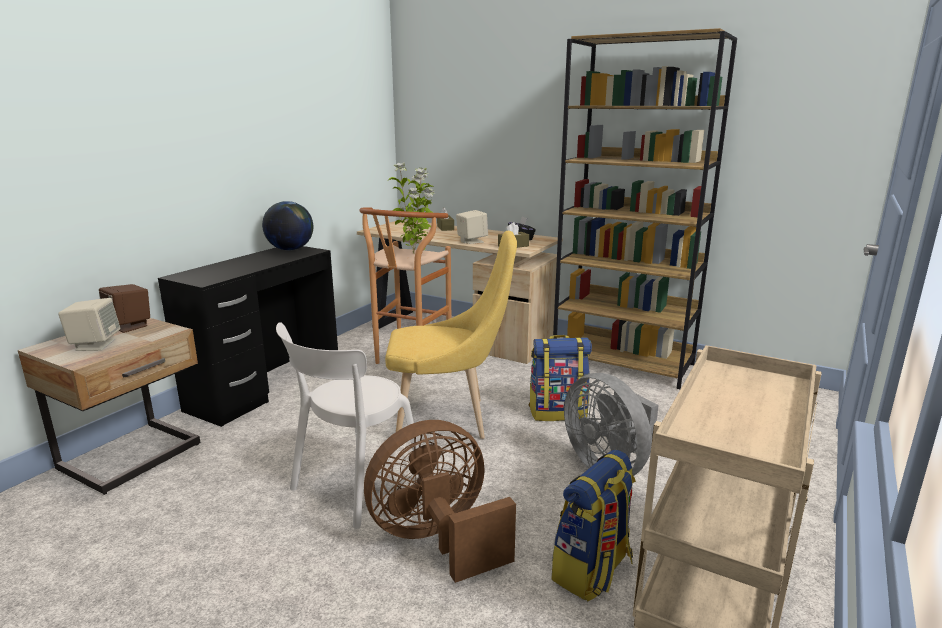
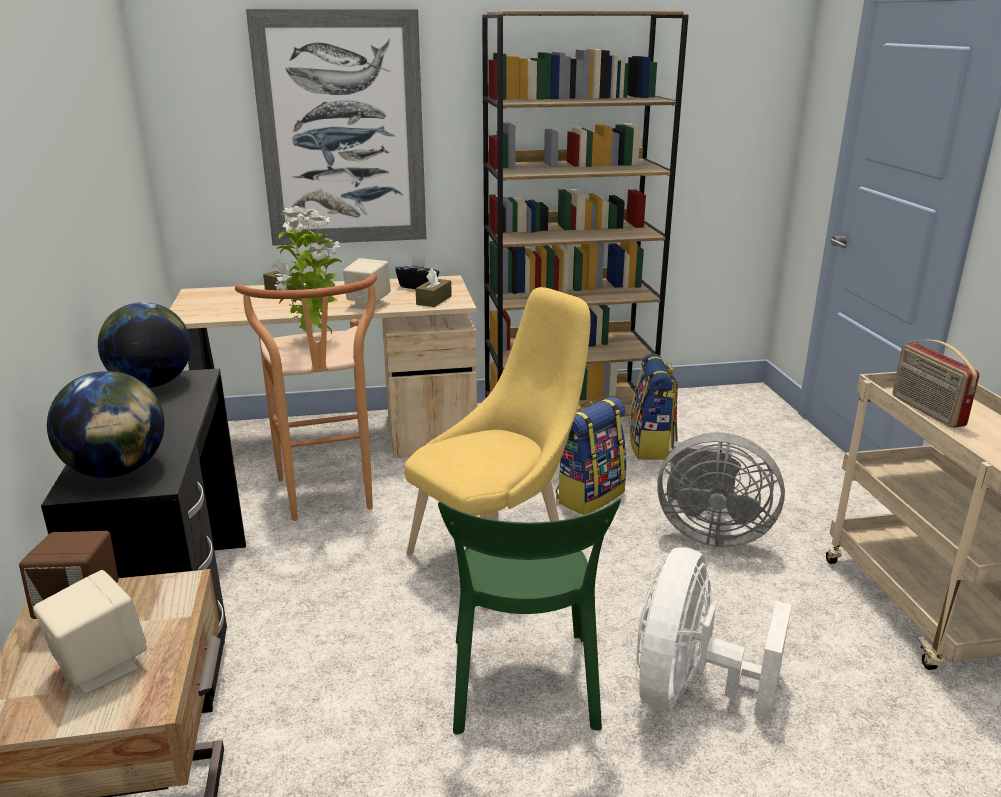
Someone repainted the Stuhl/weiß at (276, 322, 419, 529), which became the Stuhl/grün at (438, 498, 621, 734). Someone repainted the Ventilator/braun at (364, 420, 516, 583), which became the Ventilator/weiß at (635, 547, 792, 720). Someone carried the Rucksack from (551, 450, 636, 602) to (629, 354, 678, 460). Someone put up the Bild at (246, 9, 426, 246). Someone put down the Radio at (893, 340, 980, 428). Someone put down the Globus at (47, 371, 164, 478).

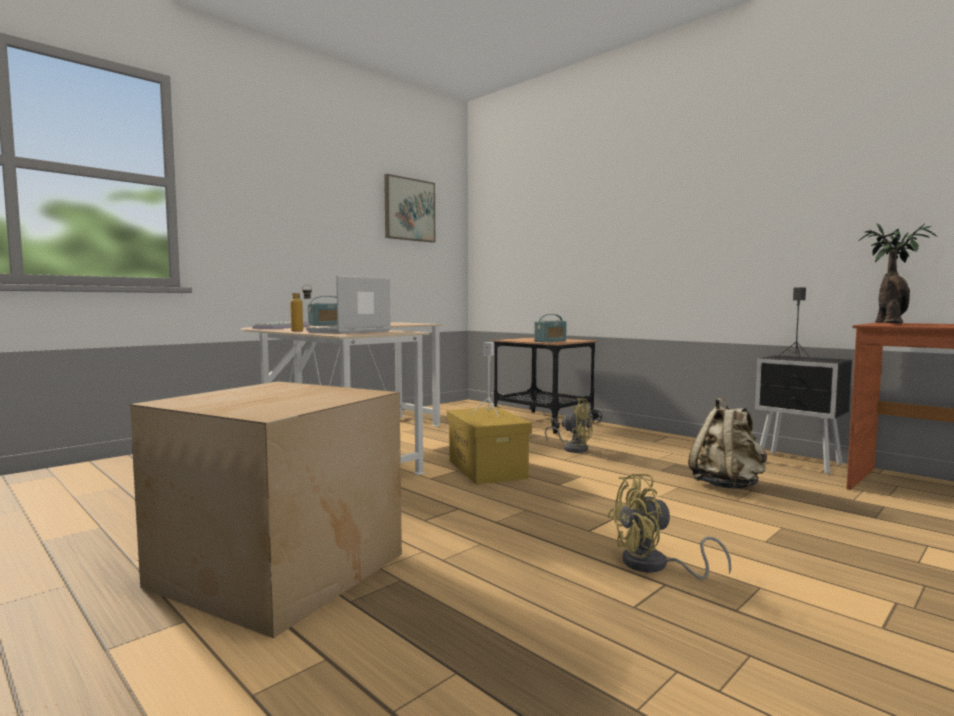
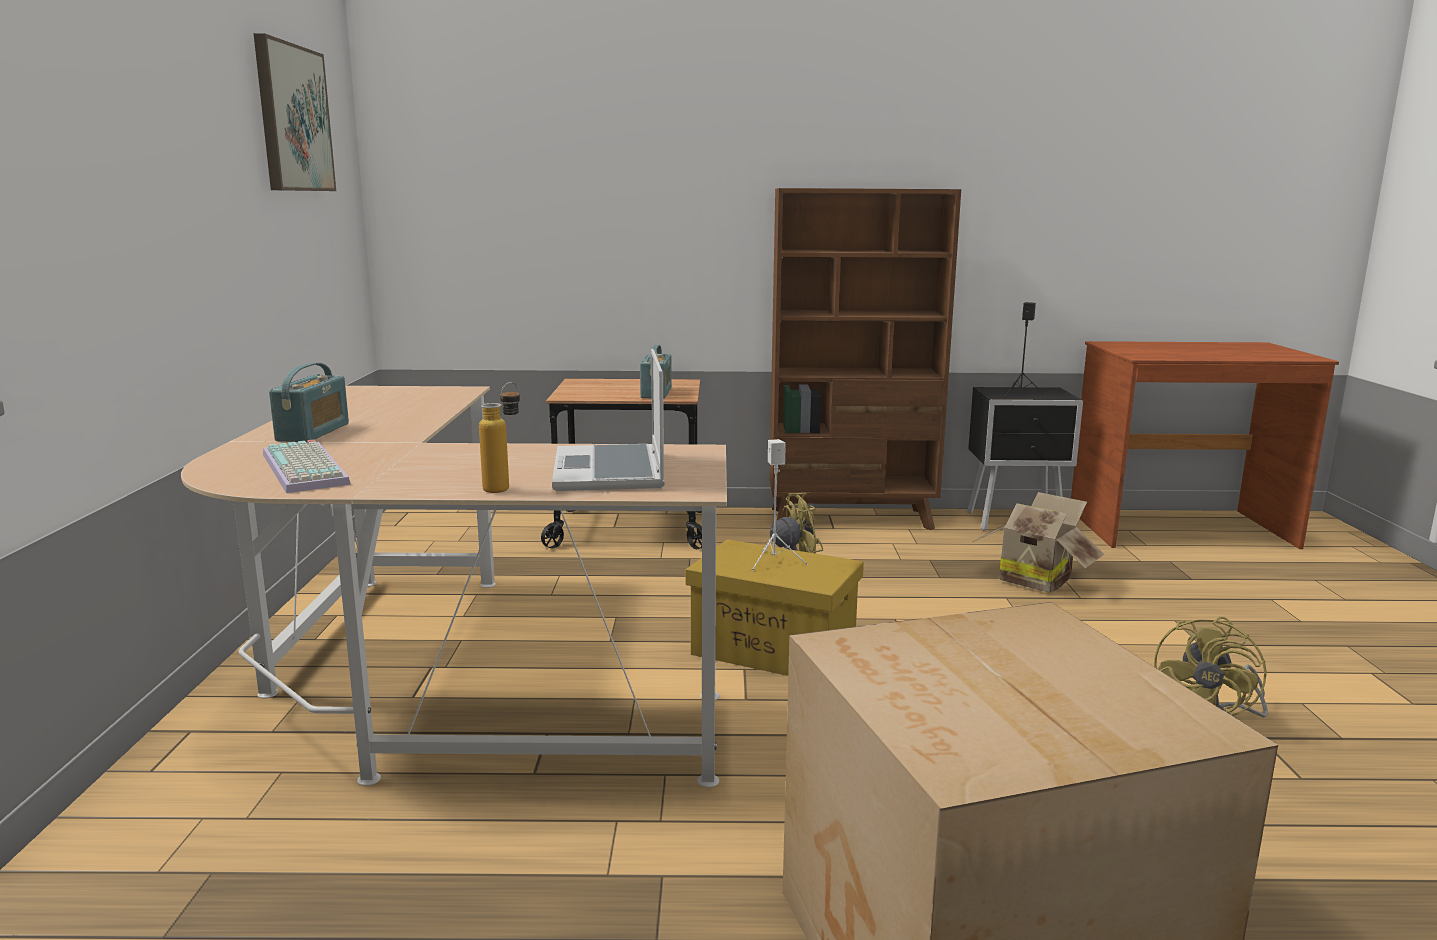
Someone took away the Topfpflanze at (859, 223, 938, 323). Someone swapped the Rucksack/beige at (688, 398, 767, 489) for the Karton at (973, 492, 1104, 593). Someone put down the Bücherregal/braun at (769, 188, 961, 530).

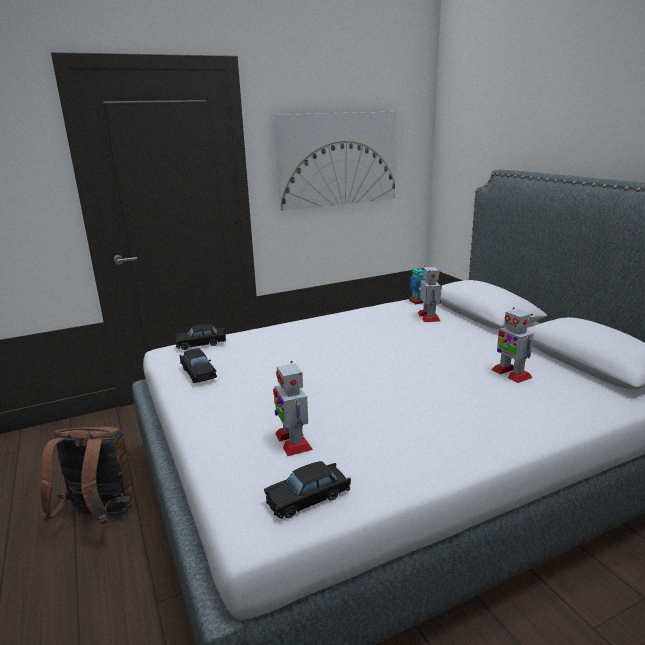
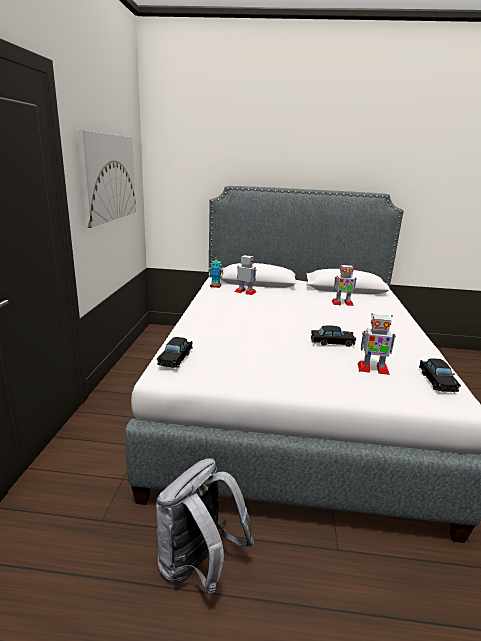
Someone carried the Spielzeugauto/schwarz from (180, 348, 217, 383) to (311, 325, 356, 347). Someone repainted the Rucksack/braun at (41, 426, 134, 524), which became the Rucksack/grau at (156, 458, 254, 594).

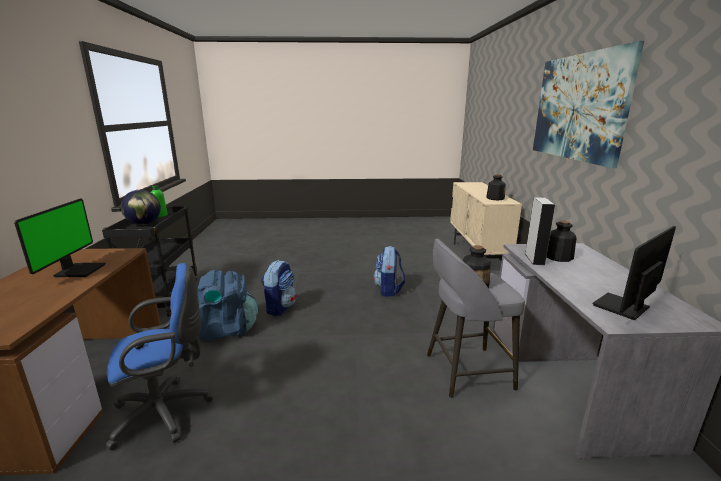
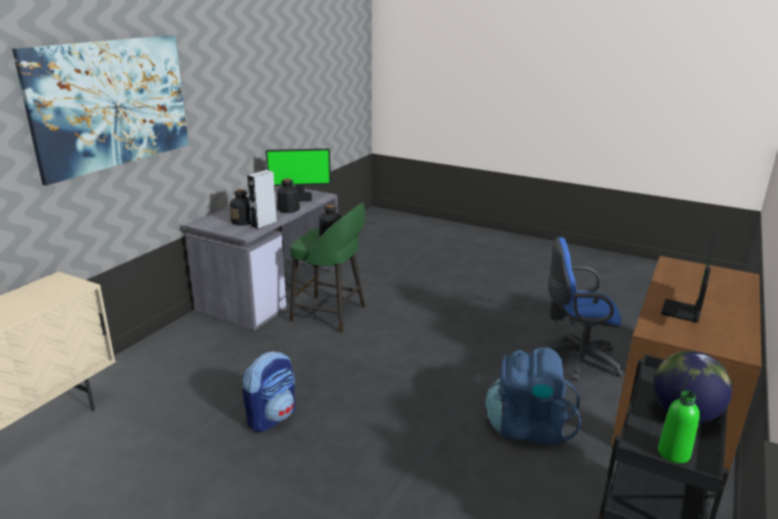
Someone carried the Flasche from (486, 175, 506, 200) to (277, 178, 300, 213). Someone repainted the Hocker/grau at (427, 239, 525, 398), which became the Hocker/grün at (289, 203, 365, 332). Someone took away the Rucksack at (261, 260, 297, 316).

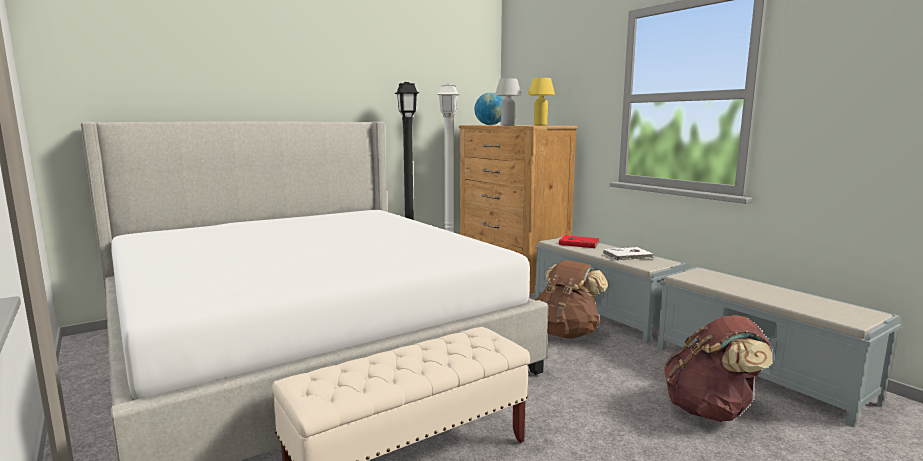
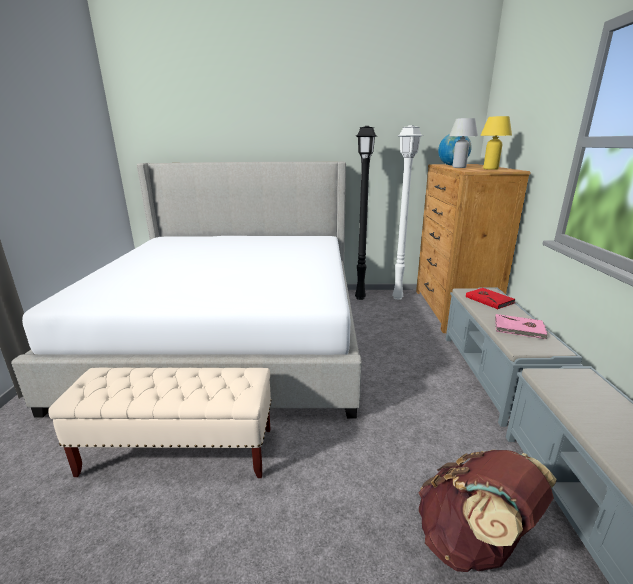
Someone repainted the Buch/weiß at (603, 247, 655, 261), which became the Buch/rosa at (495, 314, 549, 339). Someone took away the Rucksack/braun at (535, 260, 608, 339).

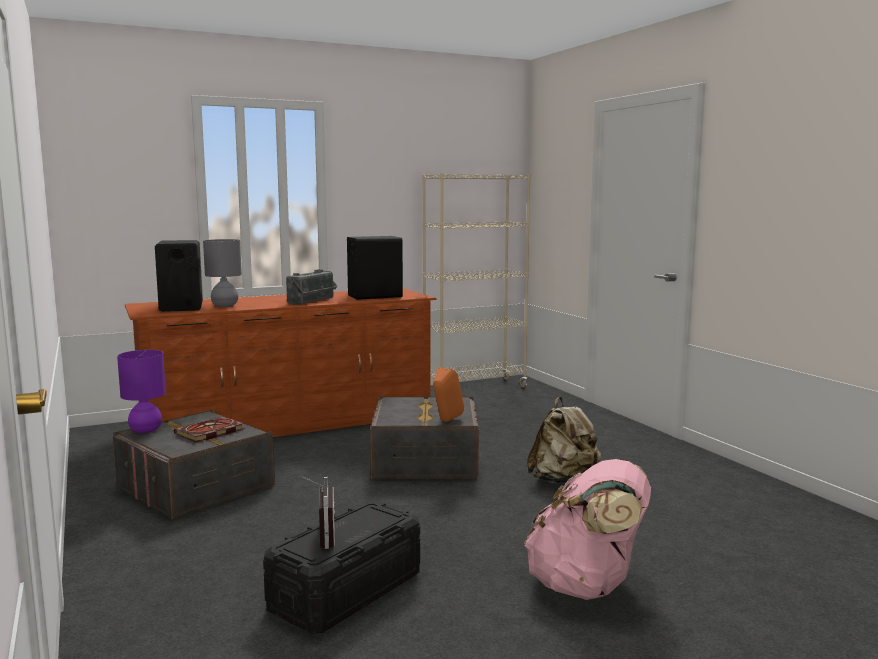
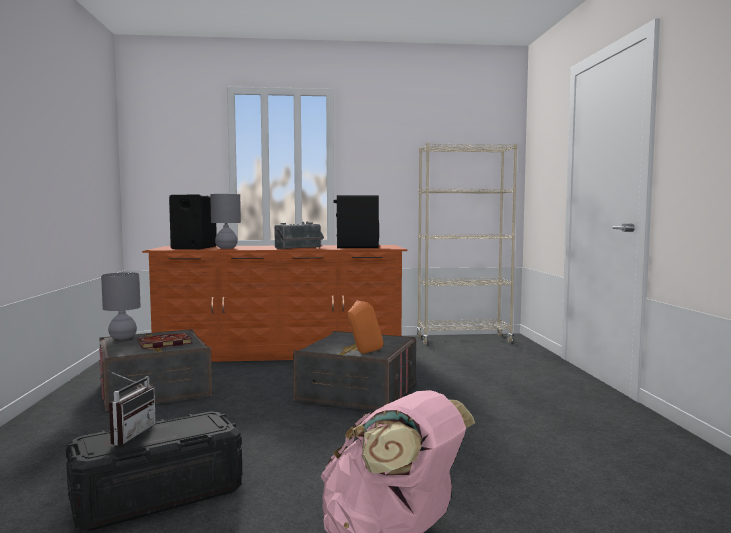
Someone repainted the Tischlampe/lila at (117, 350, 166, 433), which became the Tischlampe/grau at (101, 272, 141, 340). Someone took away the Rucksack/beige at (527, 397, 601, 484).

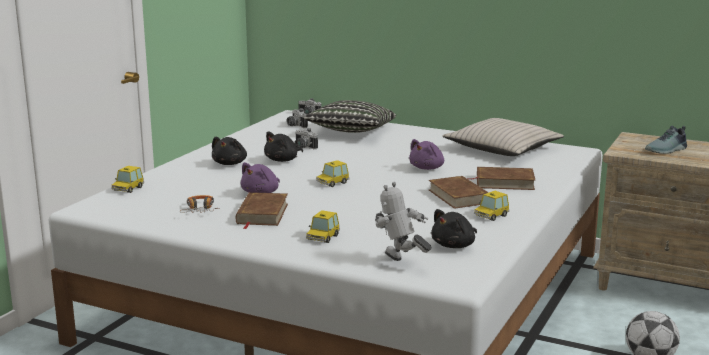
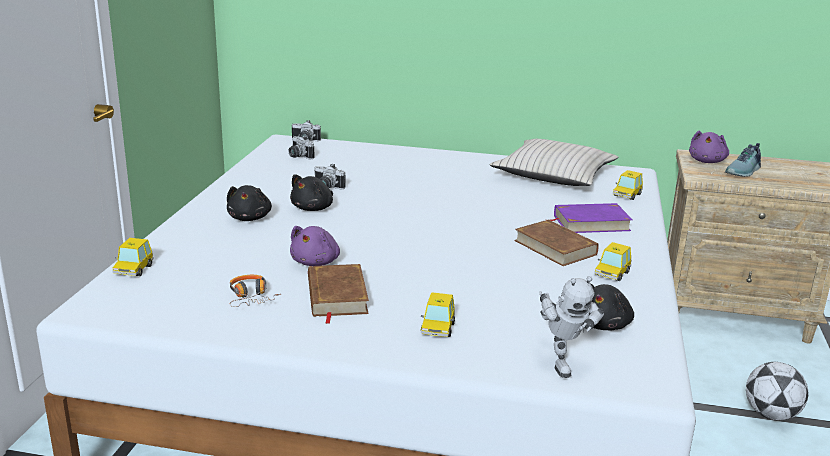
Someone took away the Kissen at (304, 100, 396, 133). Someone carried the Plüschtier/lila from (409, 139, 444, 170) to (689, 131, 729, 163). Someone carried the Spielzeugauto from (316, 160, 349, 187) to (613, 170, 643, 200). Someone repainted the Buch/braun at (467, 167, 535, 190), which became the Buch/lila at (551, 203, 632, 233). Someone rotated the Spielzeugroboter at (375, 182, 432, 261) by 135 degrees counterclockwise.

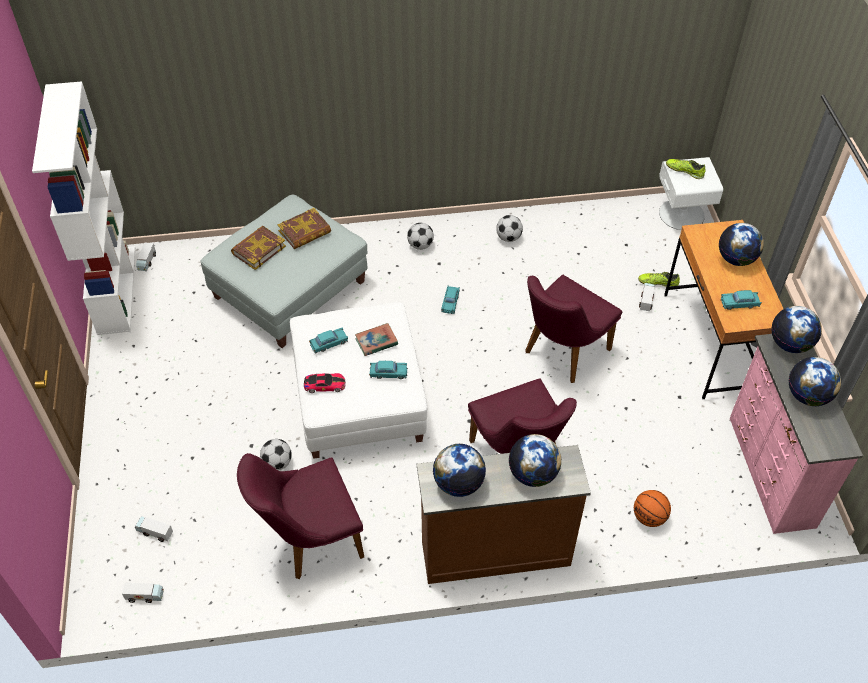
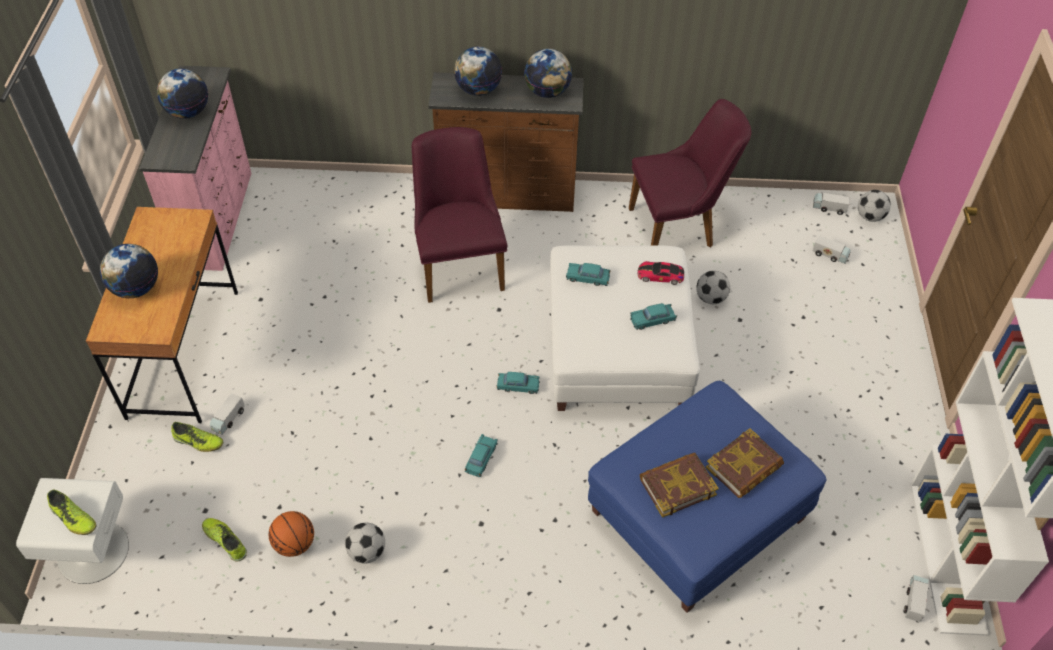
Someone repainted the Polsterhocker/grau at (201, 194, 367, 348), which became the Polsterhocker/blau at (588, 380, 827, 613). Someone carried the Fußball from (407, 223, 434, 250) to (858, 190, 891, 222). Someone took away the Stuhl/lila at (525, 275, 622, 383). Someone carried the Spielzeugauto/türkis from (721, 290, 762, 310) to (496, 372, 540, 394). Someone took away the Globus at (771, 306, 822, 353). Someone took away the Buch at (355, 323, 398, 356). Someone carried the Basketball from (634, 490, 671, 527) to (268, 511, 314, 557). Someone put down the Schuh at (202, 518, 247, 562).

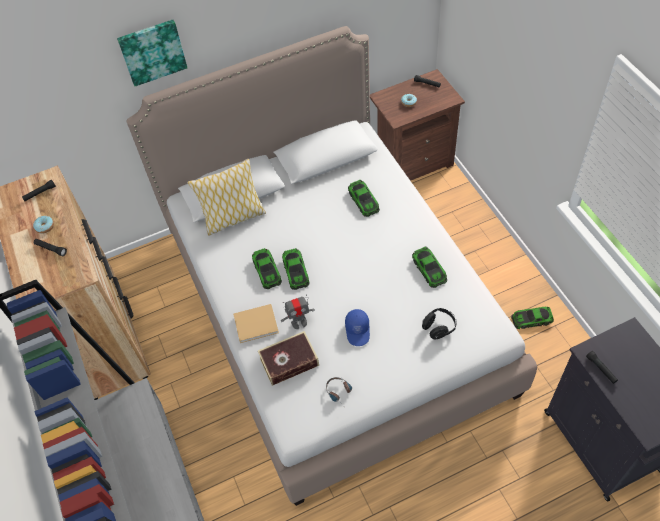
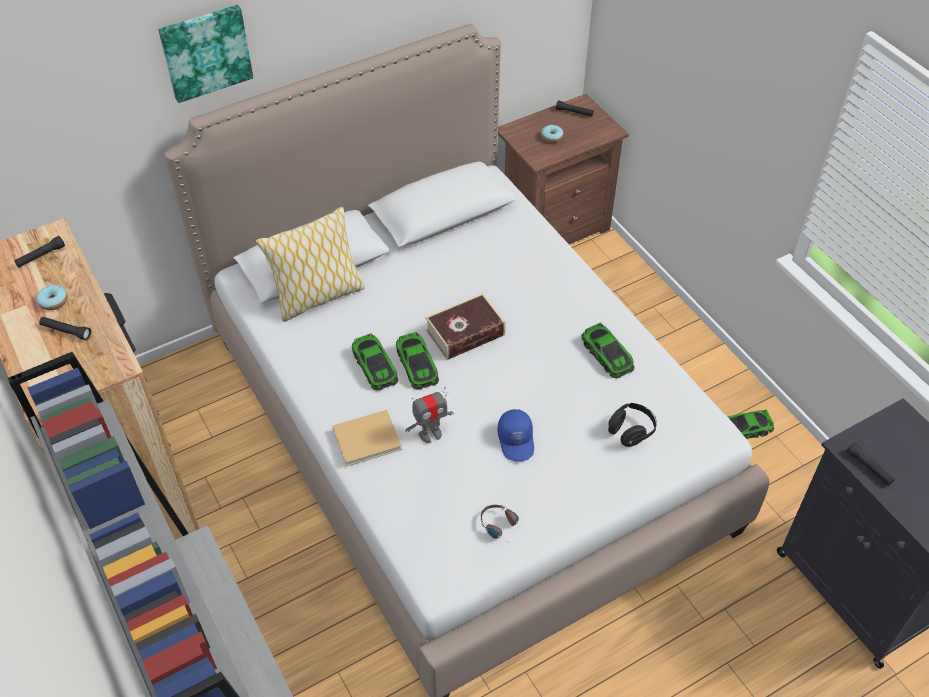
Someone took away the Spielzeugauto at (348, 180, 380, 217). Someone carried the Buch from (258, 331, 319, 386) to (425, 293, 506, 360).

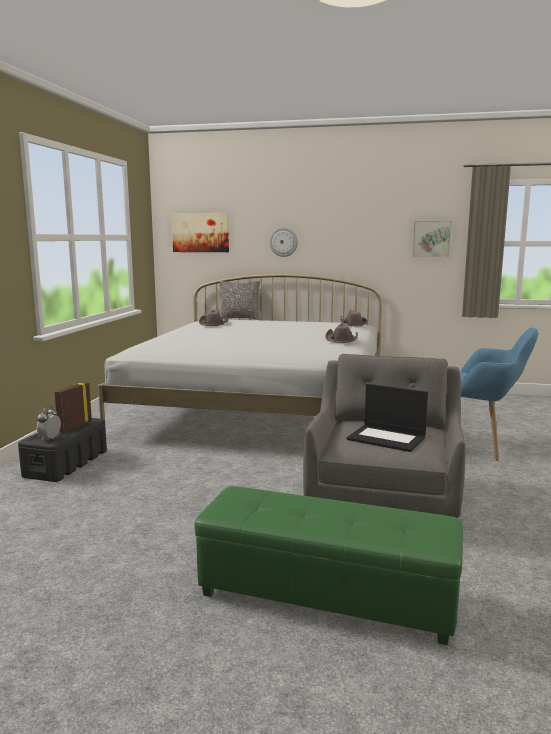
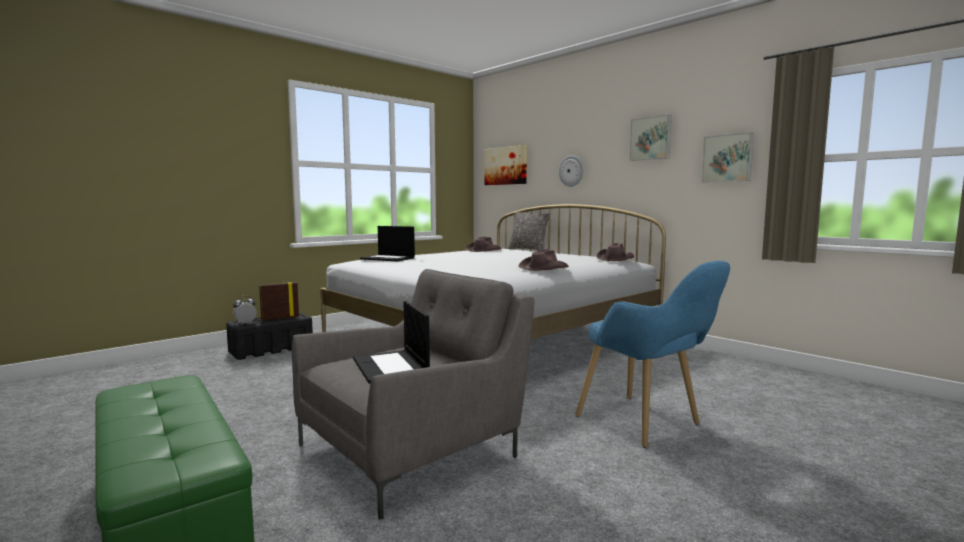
Someone put up the Bild at (629, 114, 672, 161). Someone put down the Laptop at (360, 226, 415, 261).

